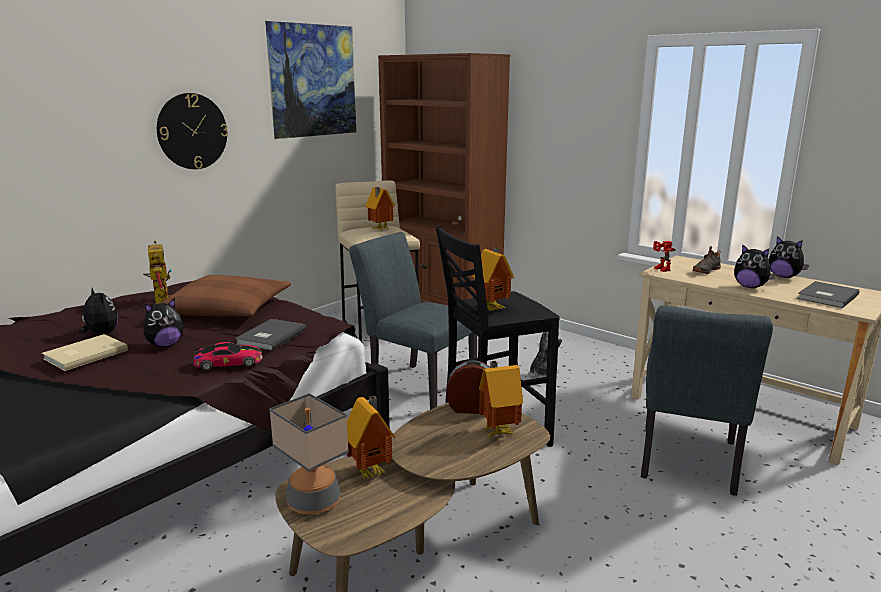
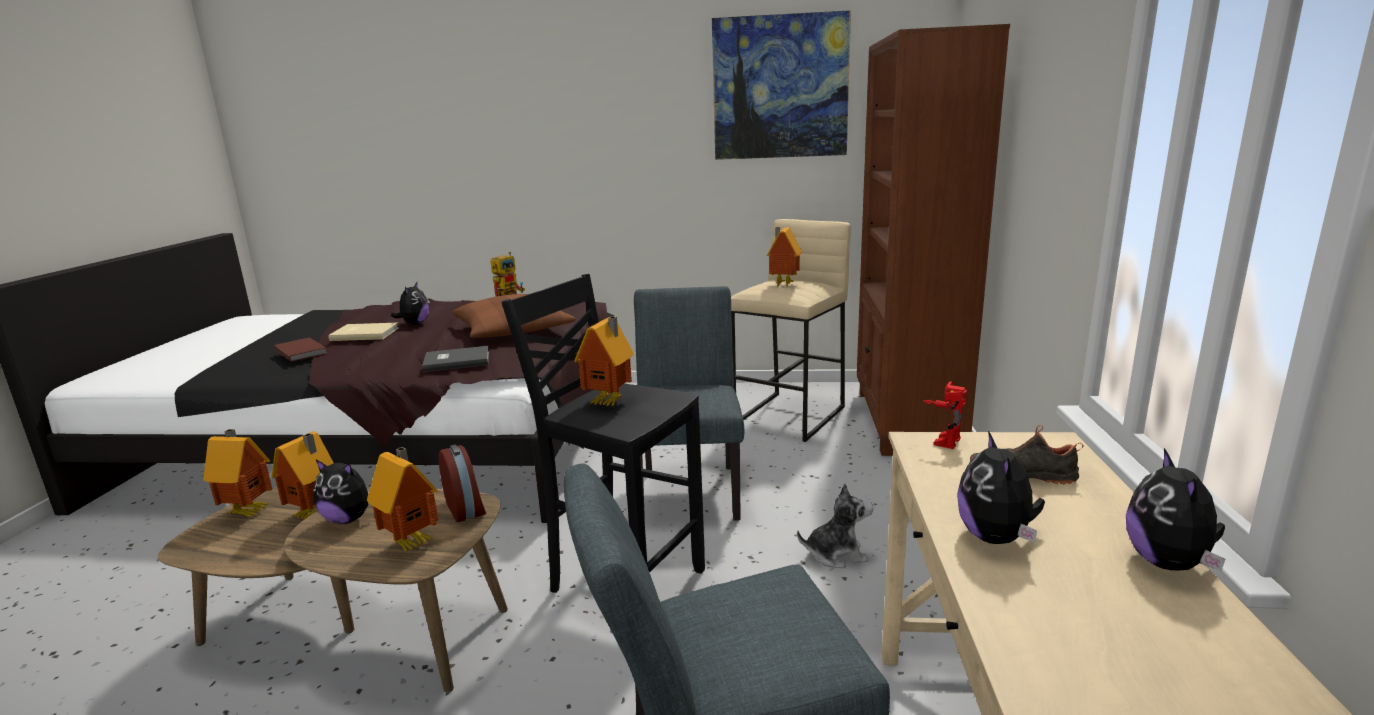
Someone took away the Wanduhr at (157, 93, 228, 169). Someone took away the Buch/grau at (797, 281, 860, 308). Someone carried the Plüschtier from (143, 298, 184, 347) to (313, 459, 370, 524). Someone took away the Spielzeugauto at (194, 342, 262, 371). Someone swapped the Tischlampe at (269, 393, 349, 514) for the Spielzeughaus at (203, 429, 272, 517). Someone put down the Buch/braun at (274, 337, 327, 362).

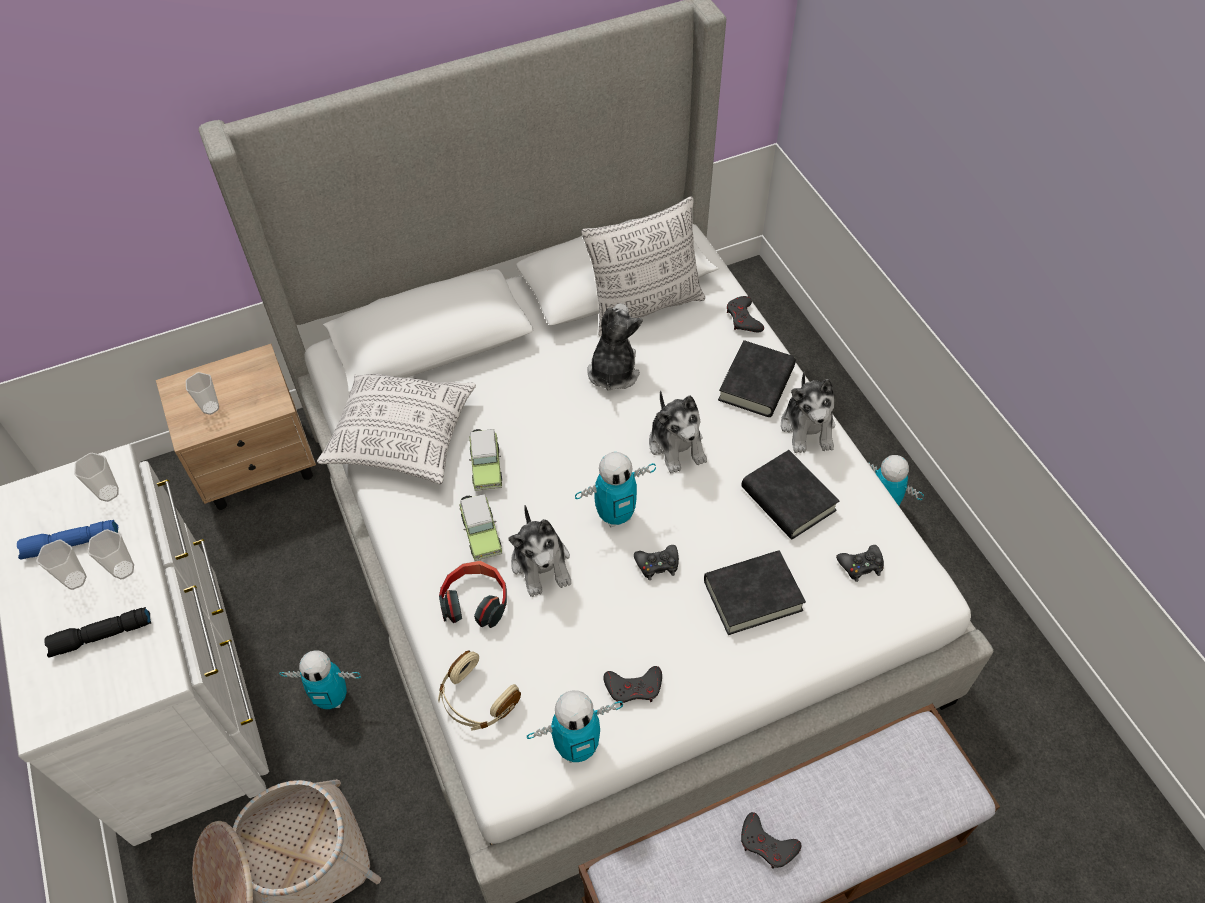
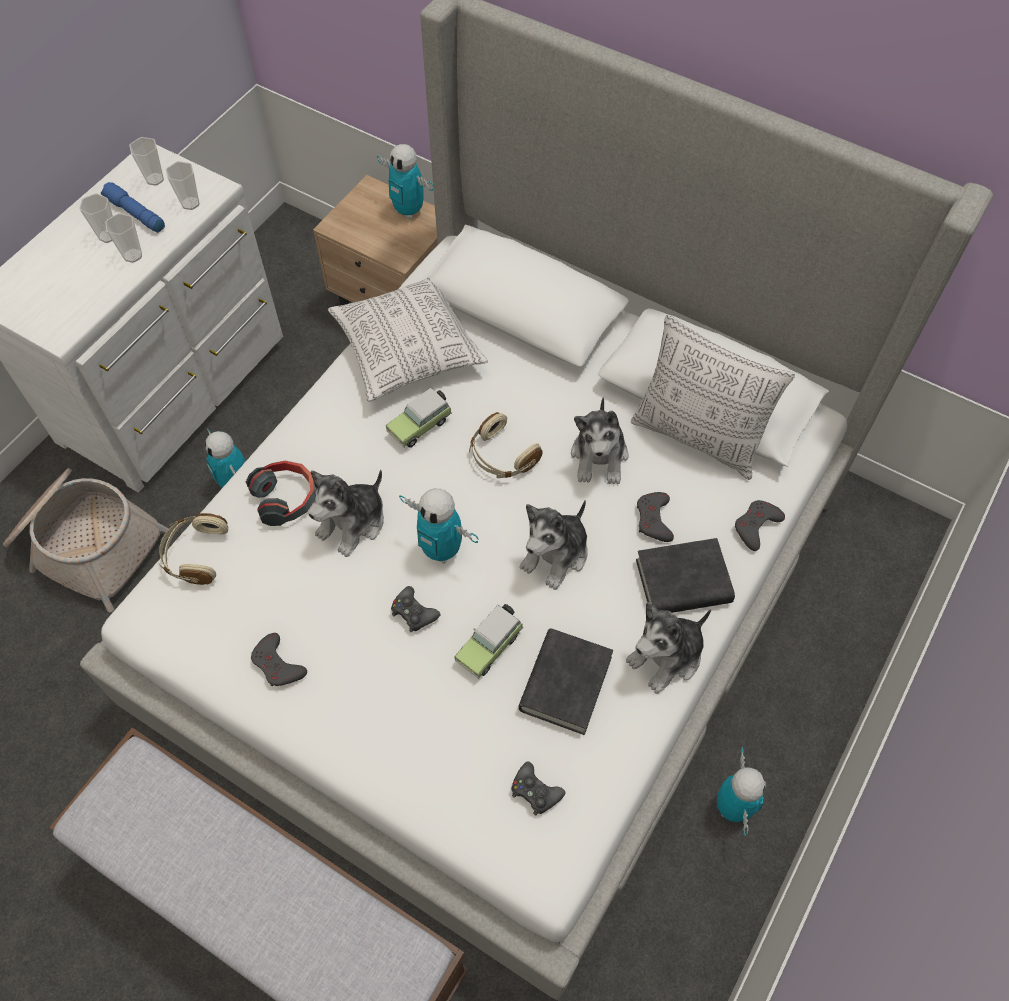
Someone rotated the Plüschtier at (587, 303, 643, 390) by 120 degrees clockwise. Someone carried the Tasse from (186, 372, 219, 415) to (129, 137, 164, 186). Someone carried the Spielzeugauto from (459, 494, 502, 561) to (454, 604, 524, 679). Someone took away the Buch/schwarz at (704, 550, 806, 635). Someone took away the Taschenlampe/schwarz at (44, 607, 152, 658). Someone carried the Spielzeugroboter from (527, 690, 623, 763) to (377, 144, 433, 219). Someone carried the Gamepad/grau from (741, 812, 801, 868) to (637, 492, 674, 542). Someone put down the Kopfhörer/beige at (469, 412, 543, 478).

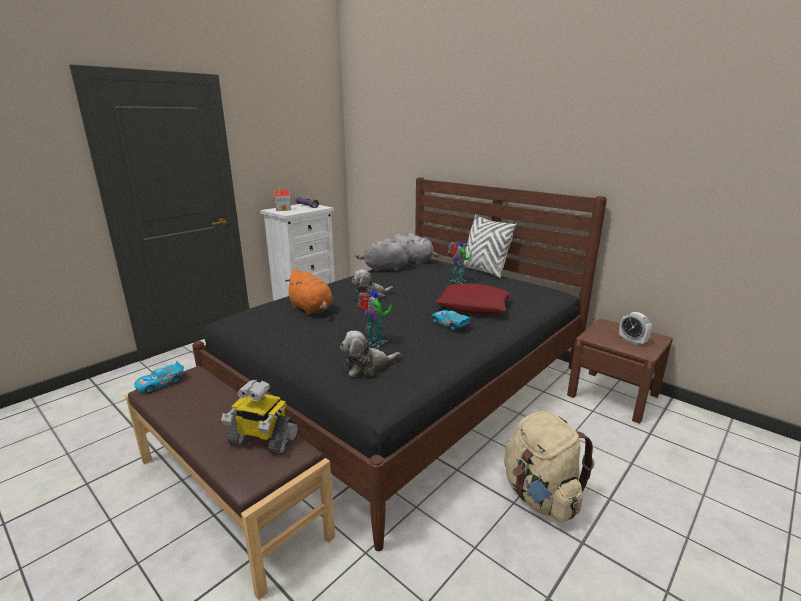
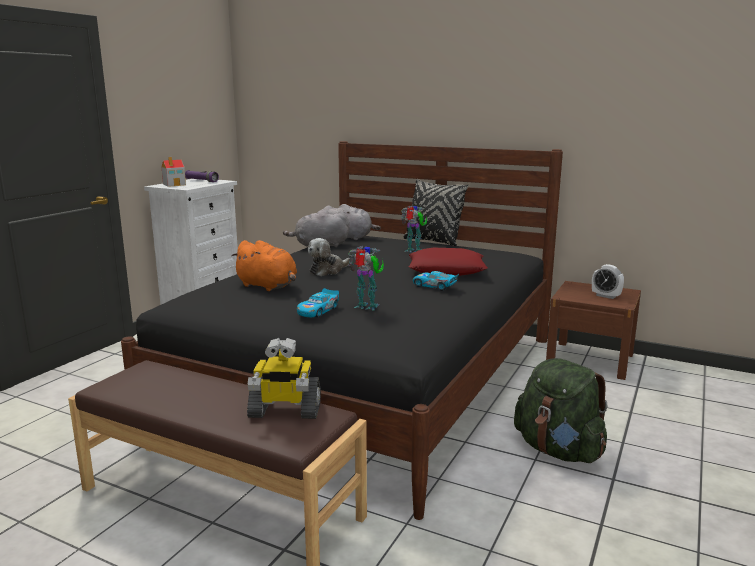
Someone repainted the Kissen/weiß at (460, 214, 517, 278), which became the Kissen/schwarz at (403, 179, 469, 246). Someone took away the Plüschtier at (340, 331, 401, 377). Someone carried the Spielzeugauto from (135, 361, 184, 393) to (297, 288, 339, 318). Someone repainted the Rucksack/beige at (504, 411, 594, 522), which became the Rucksack/grün at (514, 358, 608, 463).

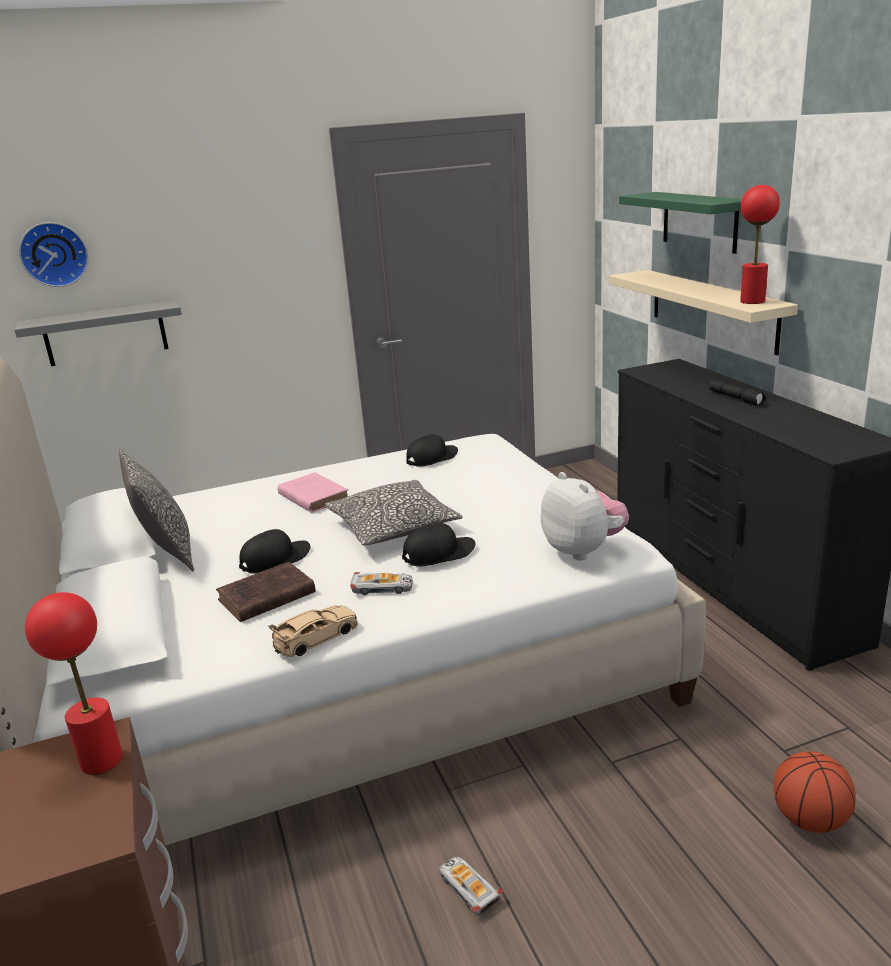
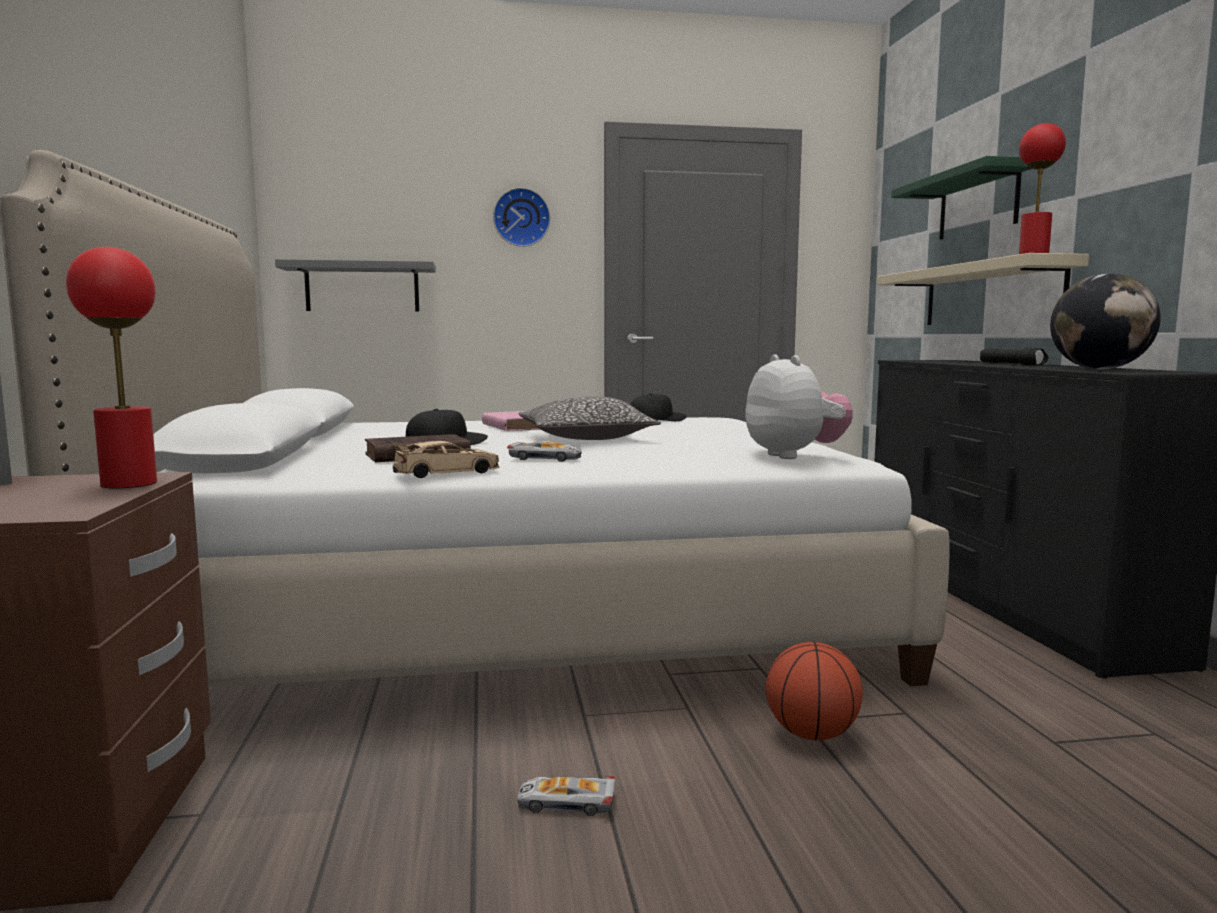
Someone carried the Wanduhr from (19, 222, 88, 287) to (493, 188, 550, 247). Someone took away the Kissen at (119, 449, 194, 572). Someone took away the Kappe/schwarz at (402, 523, 476, 566). Someone carried the Basketball from (773, 751, 856, 833) to (766, 642, 863, 741). Someone rotated the Spielzeugauto at (438, 856, 503, 915) by 60 degrees counterclockwise. Someone put down the Globus at (1050, 273, 1161, 370).

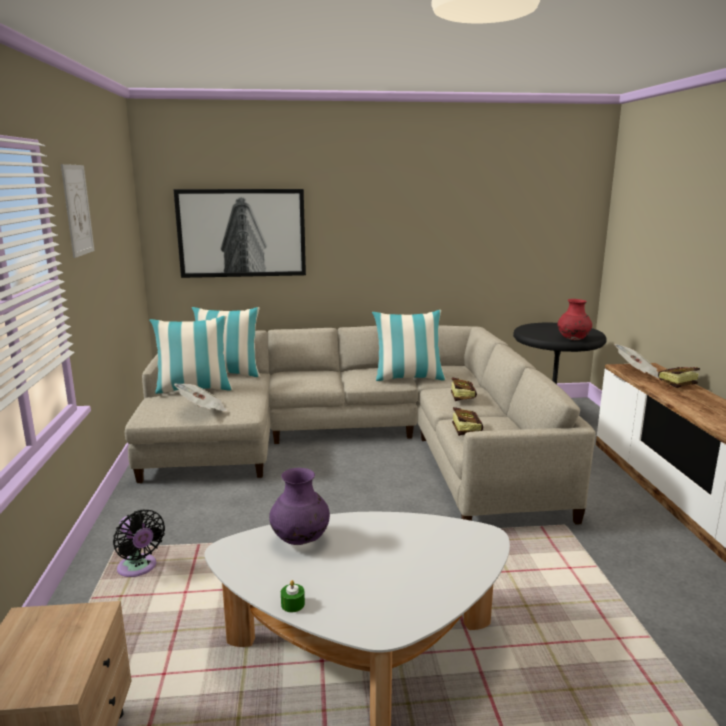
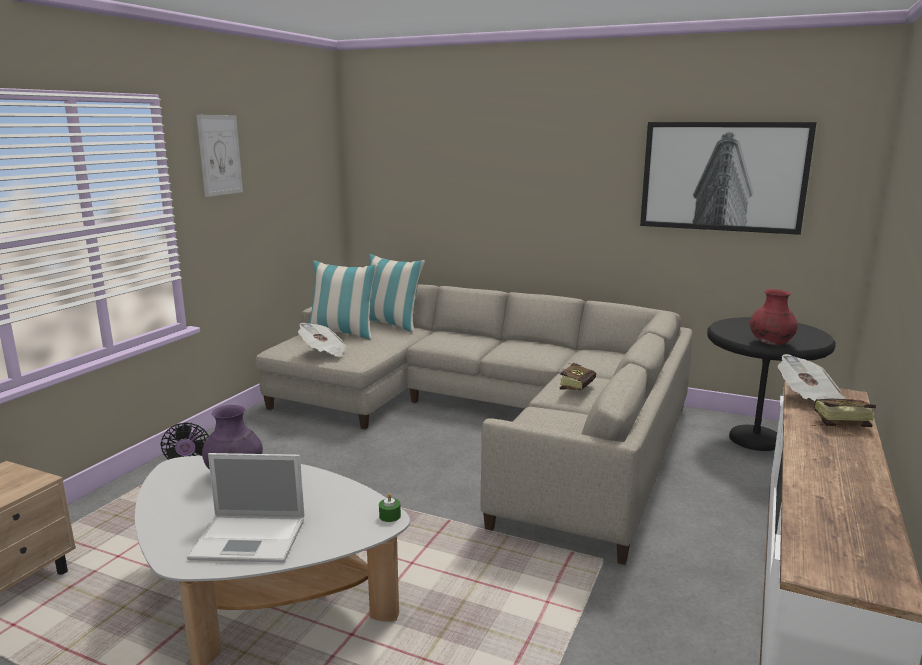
Someone carried the Bild from (173, 189, 306, 278) to (640, 122, 817, 235). Someone took away the Kissen at (372, 310, 446, 381). Someone took away the Buch at (452, 407, 483, 436). Someone carried the Kerze/grün from (281, 580, 305, 612) to (379, 493, 401, 522). Someone put down the Laptop at (187, 453, 305, 562).

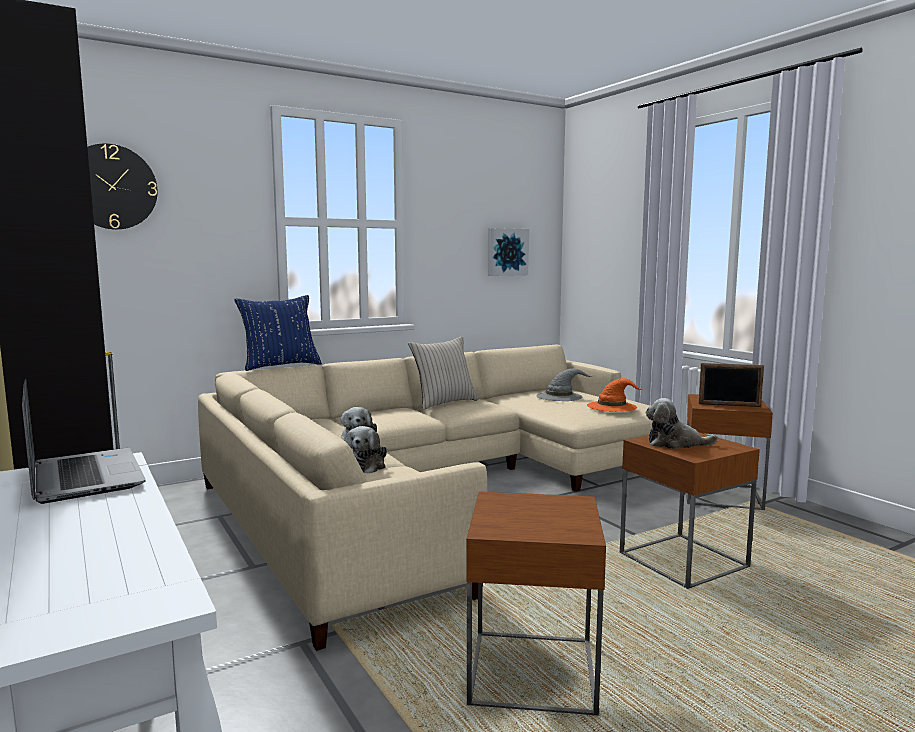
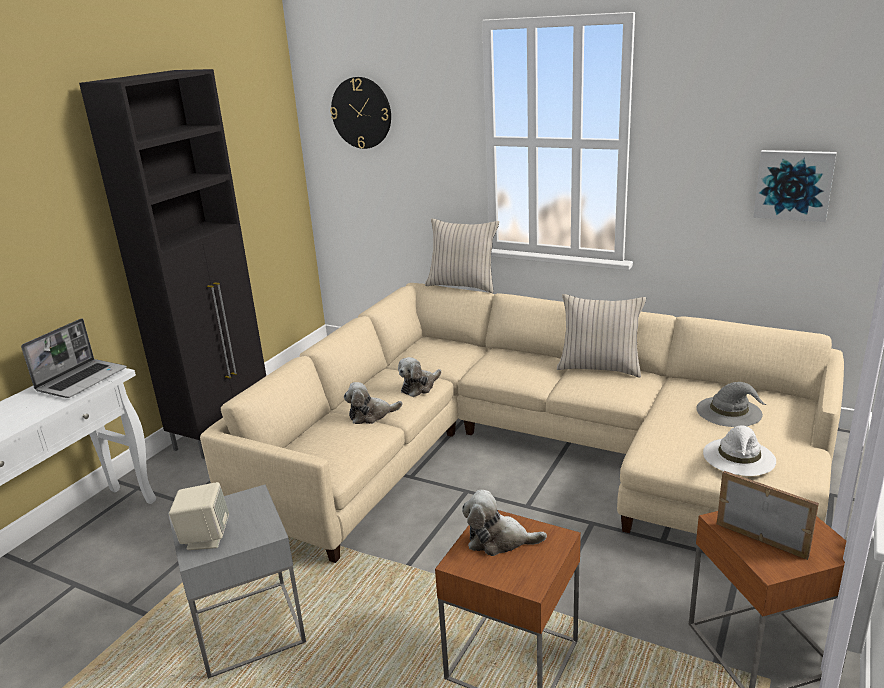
Someone repainted the Kissen/blau at (234, 295, 322, 371), which became the Kissen/beige at (425, 218, 499, 293). Someone rotated the Bilderrahmen at (698, 363, 764, 407) by 150 degrees clockwise. Someone repainted the Hut/orange at (587, 378, 641, 412), which became the Hut/weiß at (703, 425, 776, 476). Someone rotated the Plüschtier at (645, 398, 718, 449) by 60 degrees counterclockwise. Someone repainted the Beistelltisch/braun at (466, 492, 606, 716), which became the Beistelltisch/grau at (168, 485, 306, 679). Someone put down the Lautsprecher/beige at (169, 482, 229, 550).

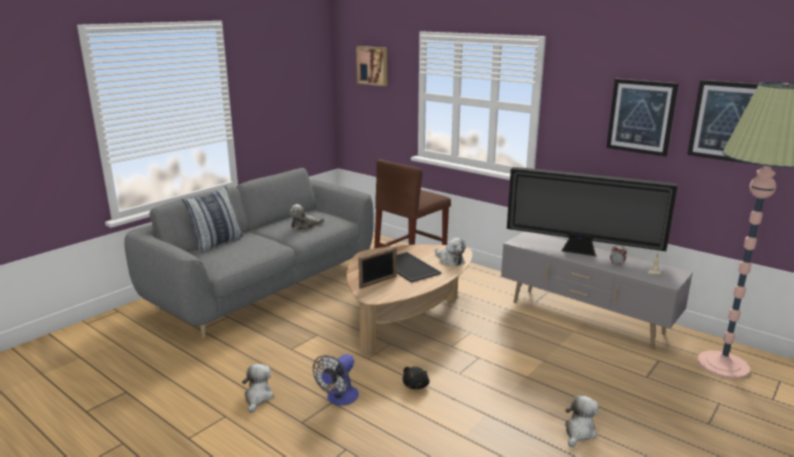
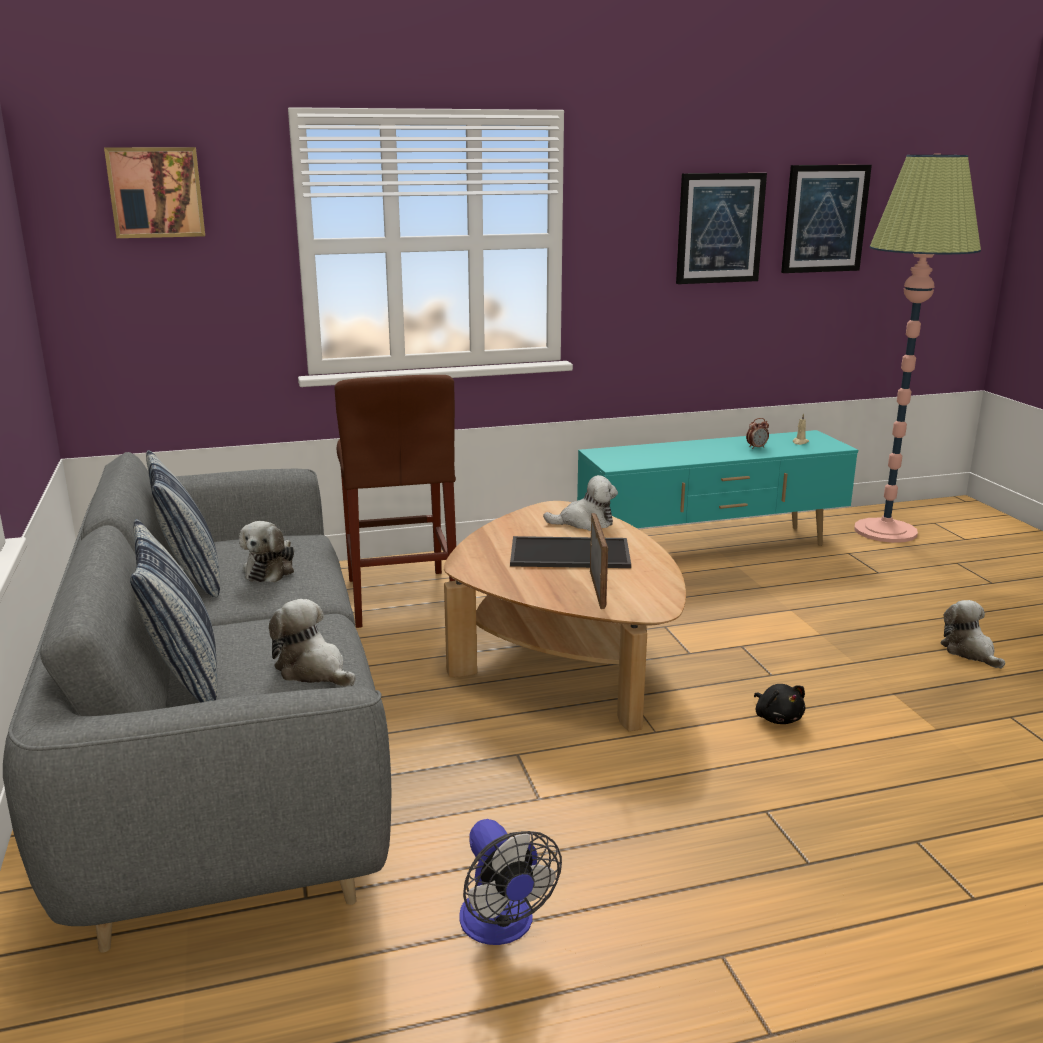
Someone took away the Fernseher at (507, 167, 677, 256). Someone repainted the Fernsehschrank/grau at (501, 231, 693, 349), which became the Fernsehschrank/türkis at (577, 430, 858, 546). Someone carried the Ventilator from (313, 354, 359, 405) to (460, 819, 562, 945). Someone carried the Plüschtier from (242, 364, 274, 413) to (269, 599, 356, 687). Someone put down the Kissen at (146, 450, 220, 597).

